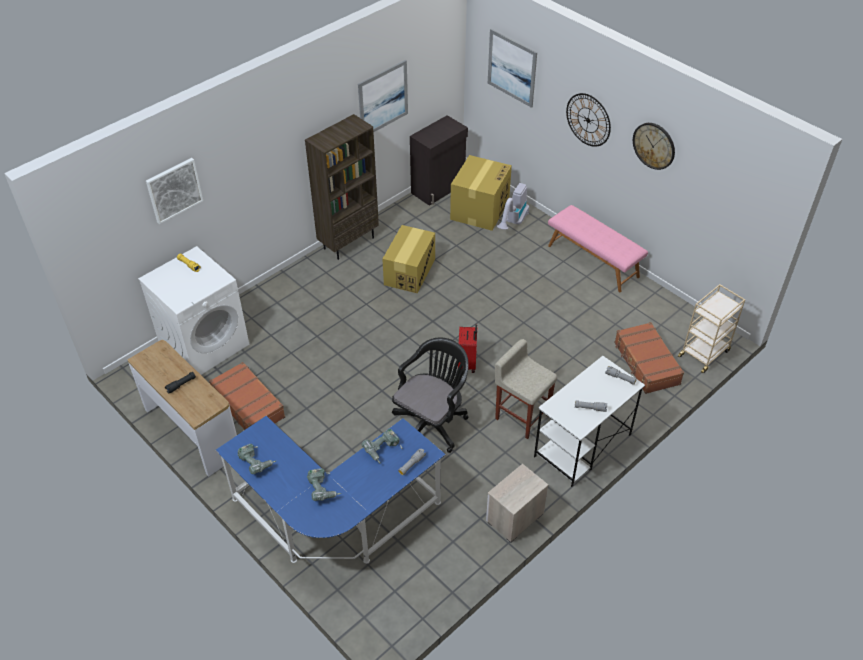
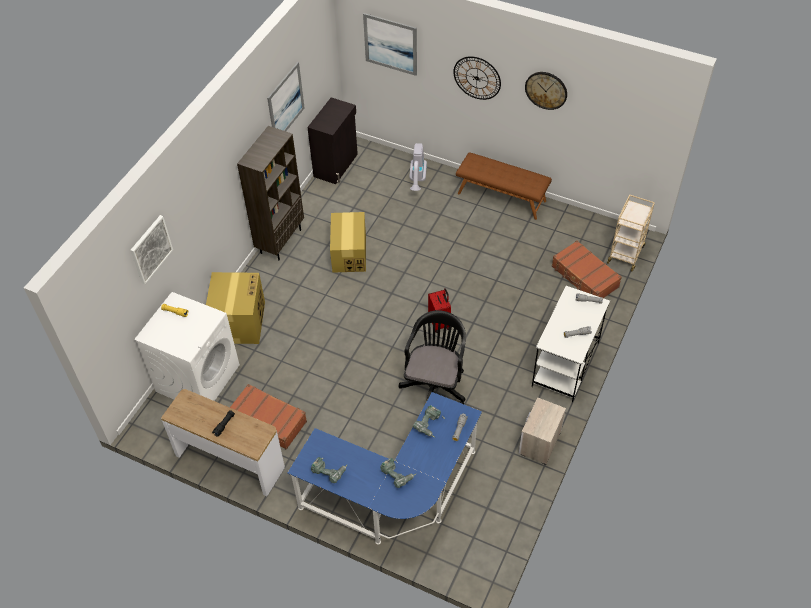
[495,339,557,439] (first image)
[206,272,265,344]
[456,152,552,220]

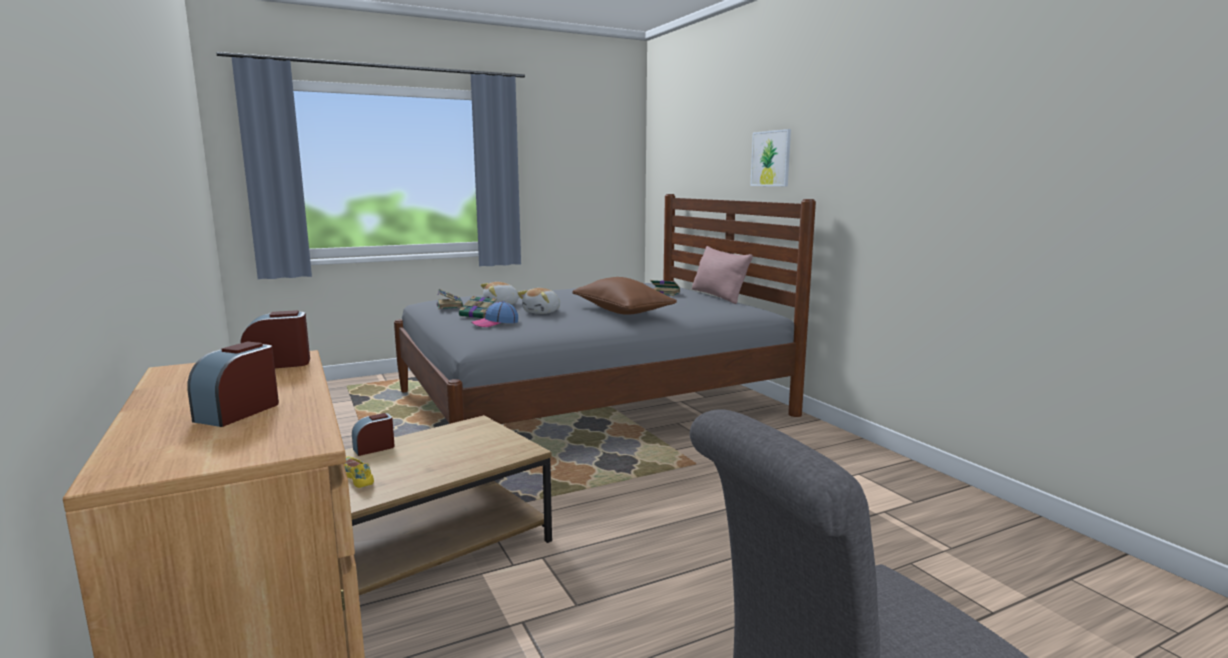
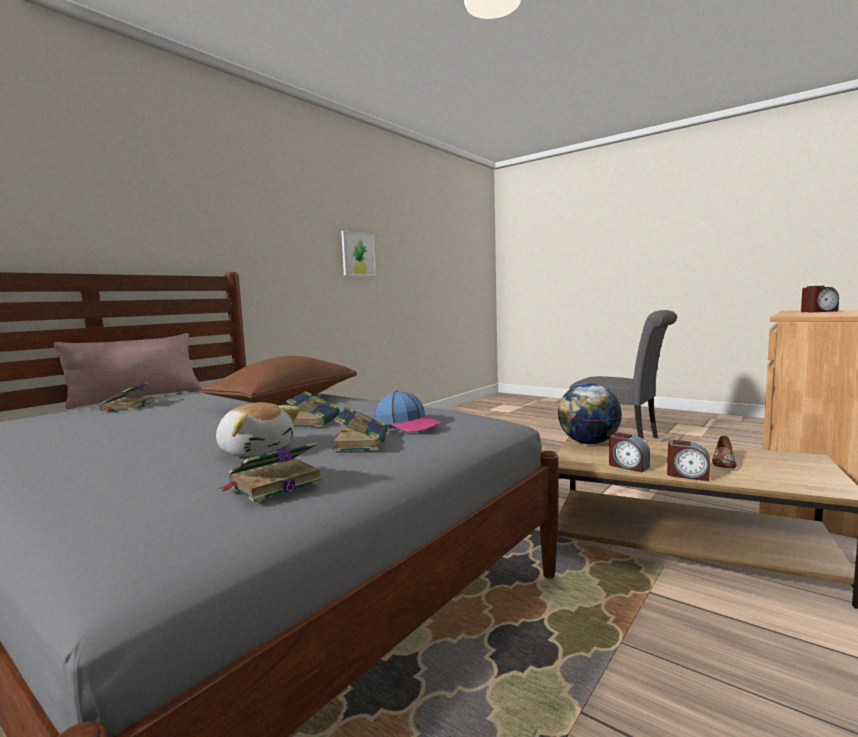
[558,383,622,444]
[609,433,650,472]
[341,231,376,276]
[286,391,340,427]
[712,435,737,469]

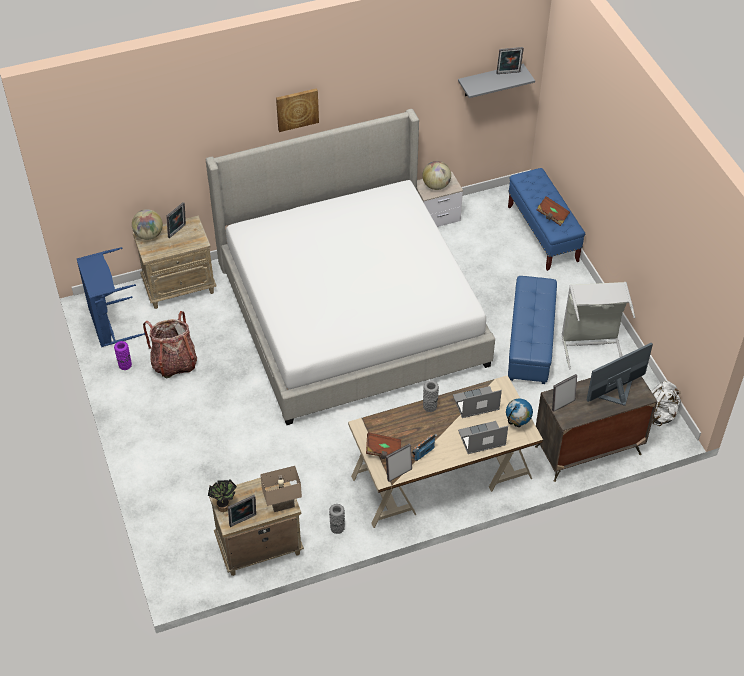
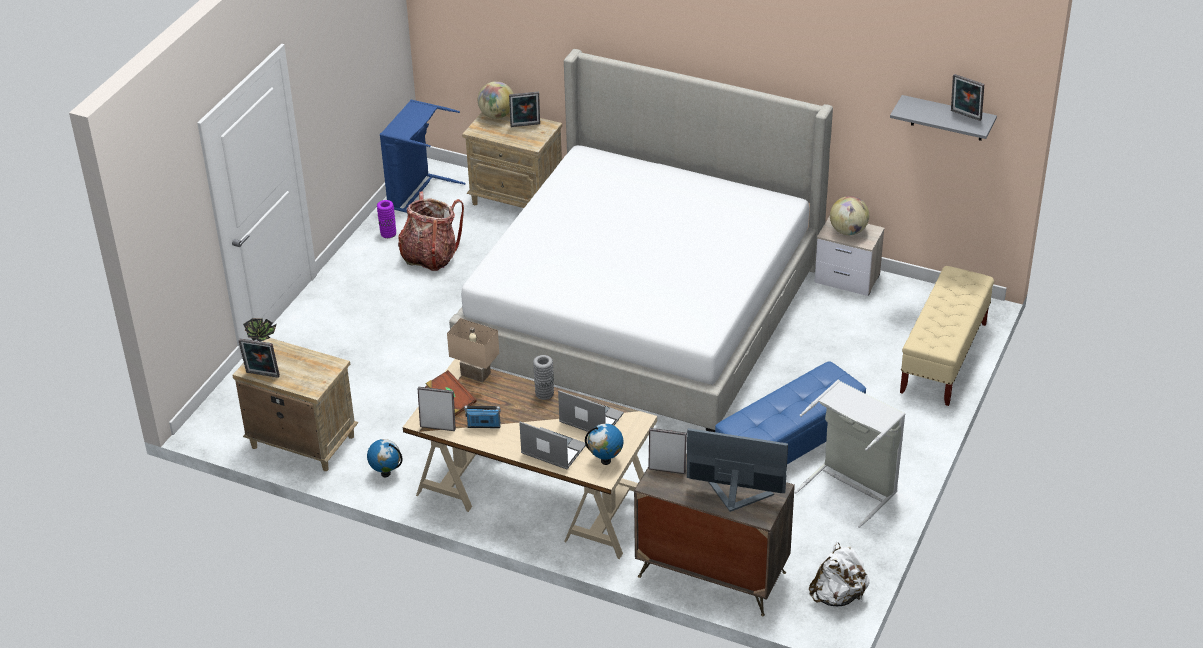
[276,88,319,132] (first image)
[537,196,570,226] (first image)
[447,318,499,383]
[367,439,403,478]
[900,266,994,406]

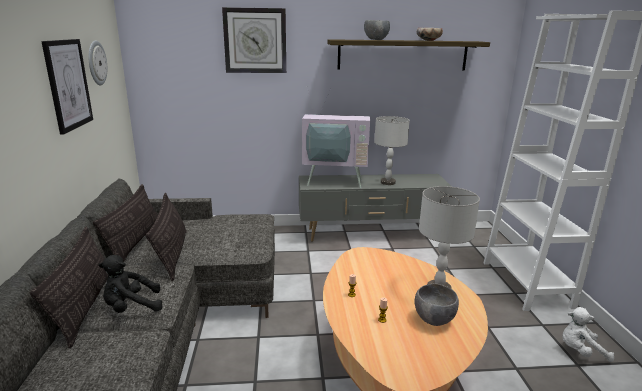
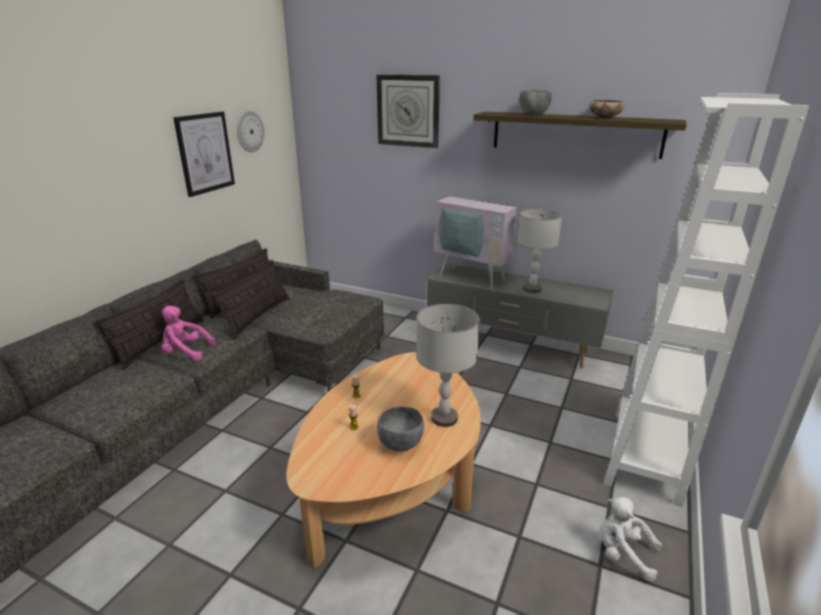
[161,306,216,361]

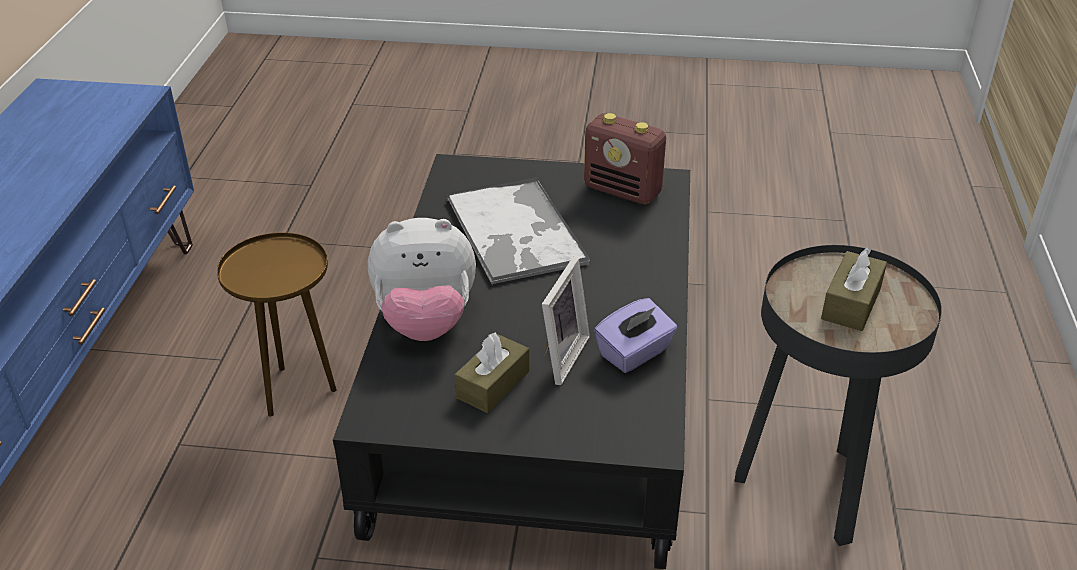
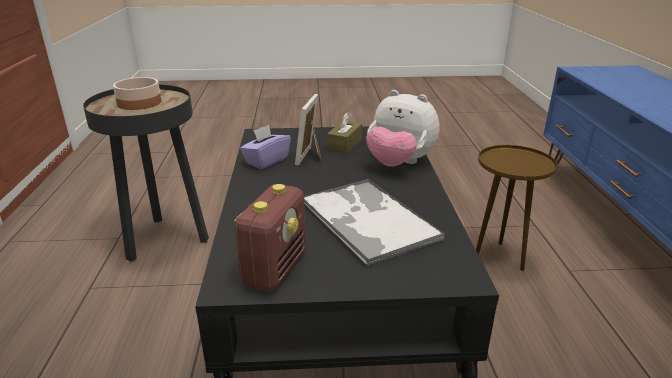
[113,77,161,110]
[366,90,439,167]
[234,184,306,291]

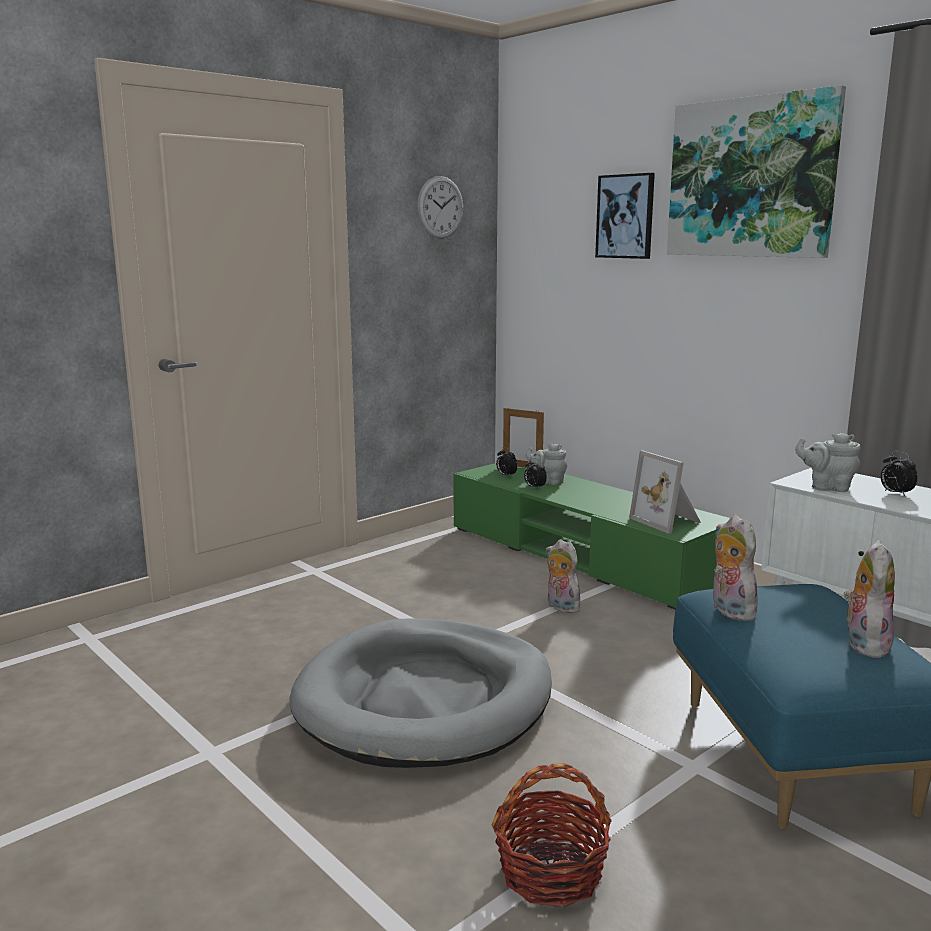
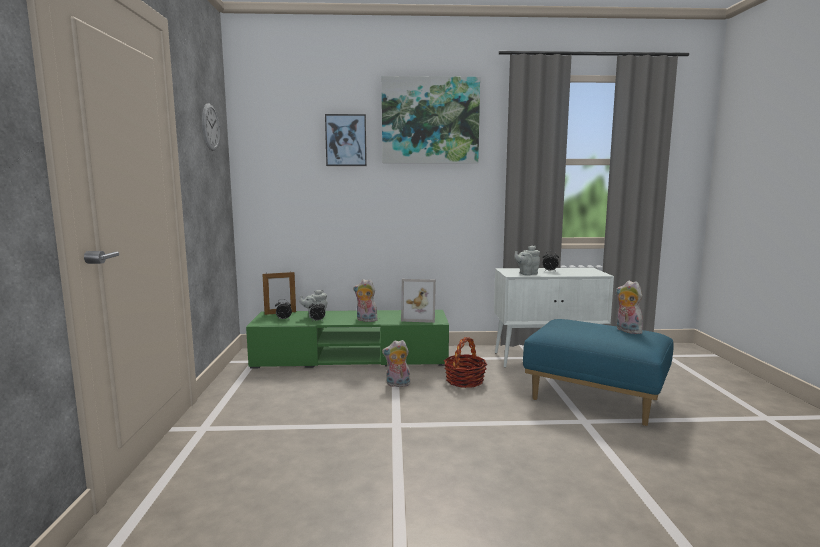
[290,618,552,768] (first image)
[444,337,487,388]
[353,279,378,322]

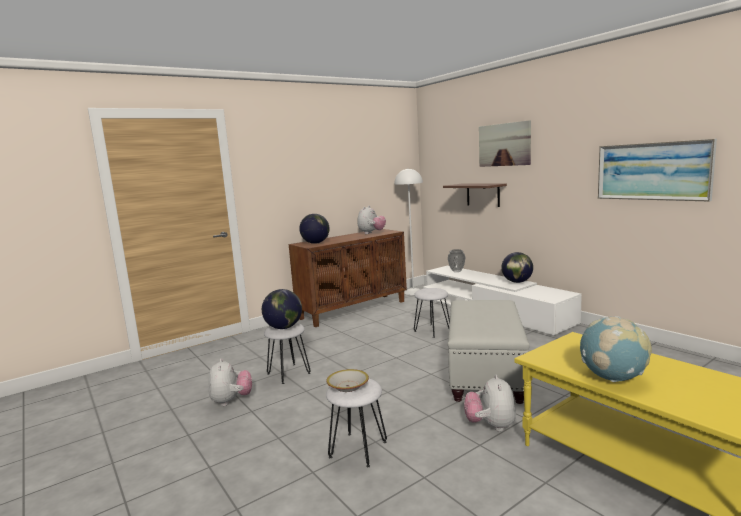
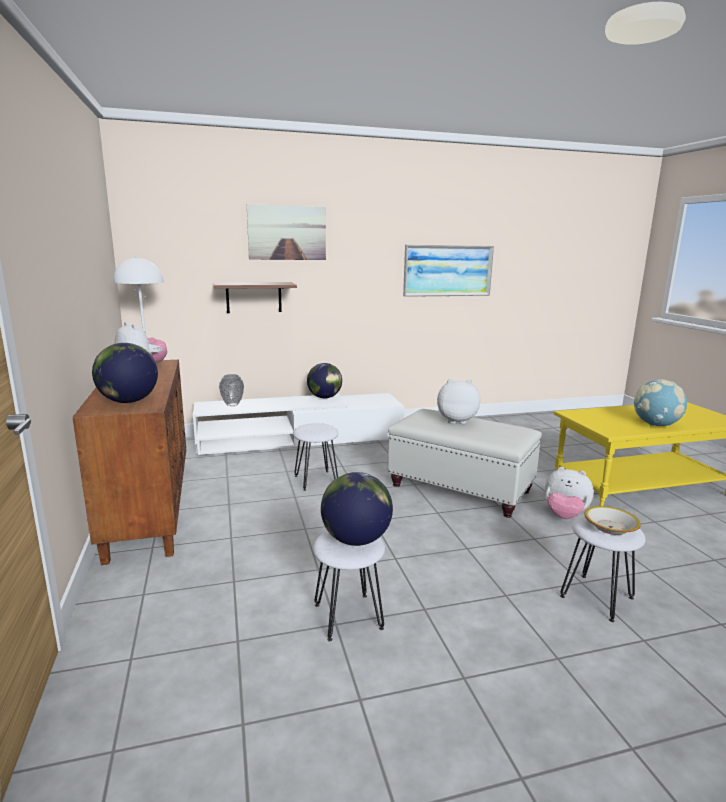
[437,379,480,424]

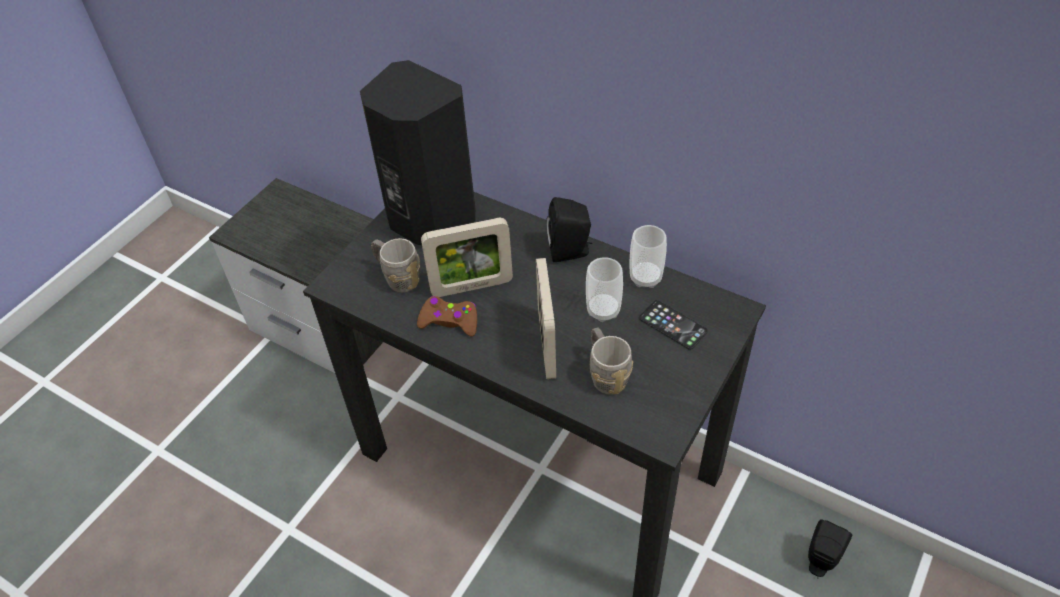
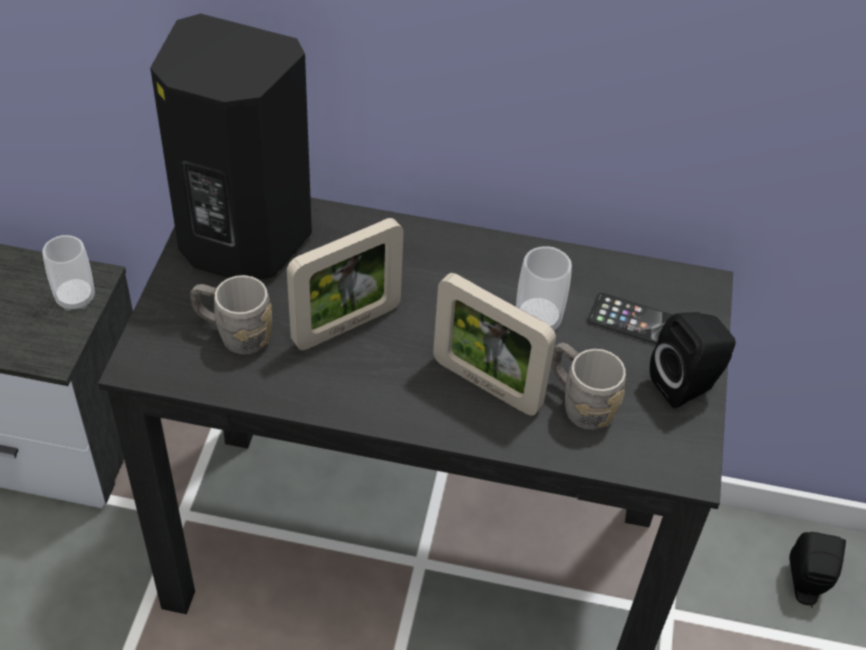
[417,296,477,336] (first image)
[650,312,736,409]
[42,235,95,311]
[433,273,556,416]

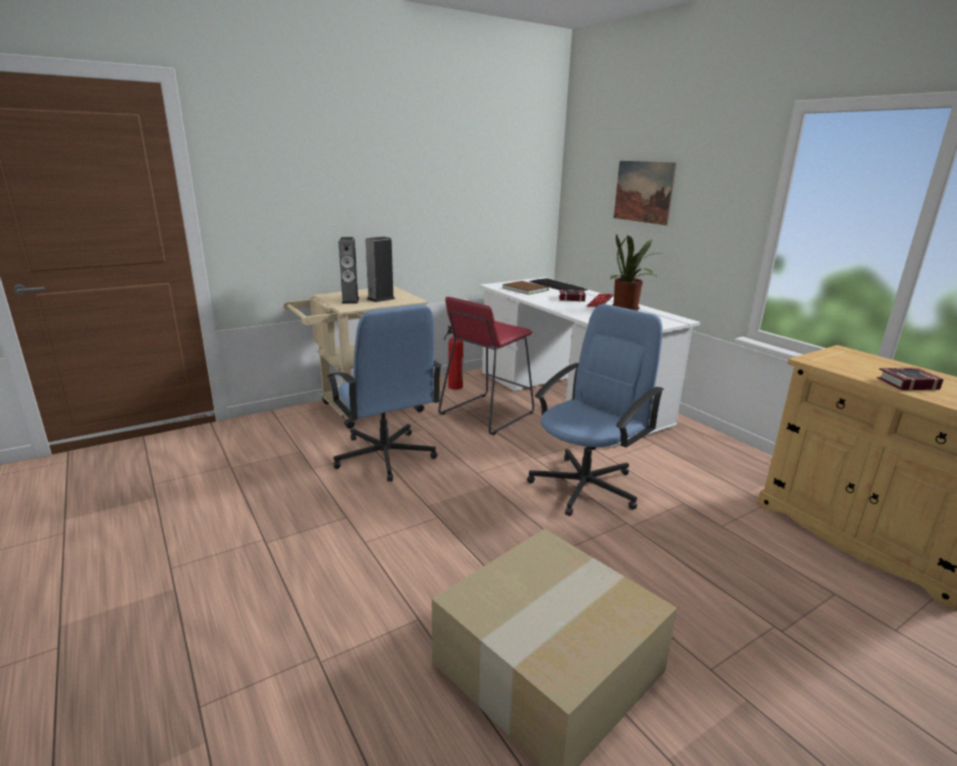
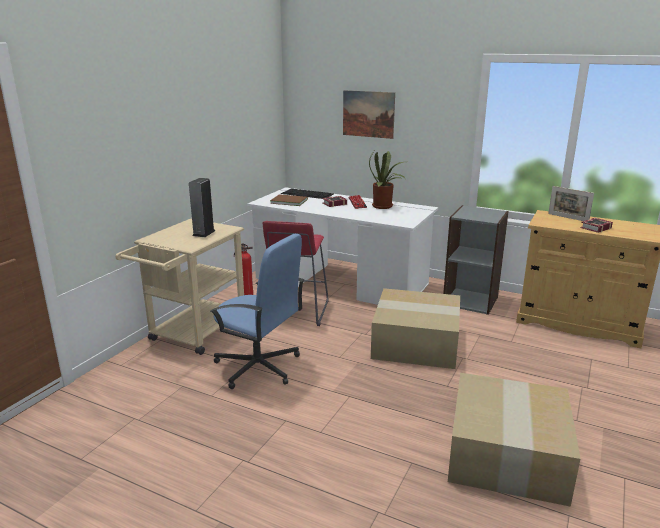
[339,237,359,304] (first image)
[443,205,509,315]
[548,186,594,221]
[371,288,460,369]

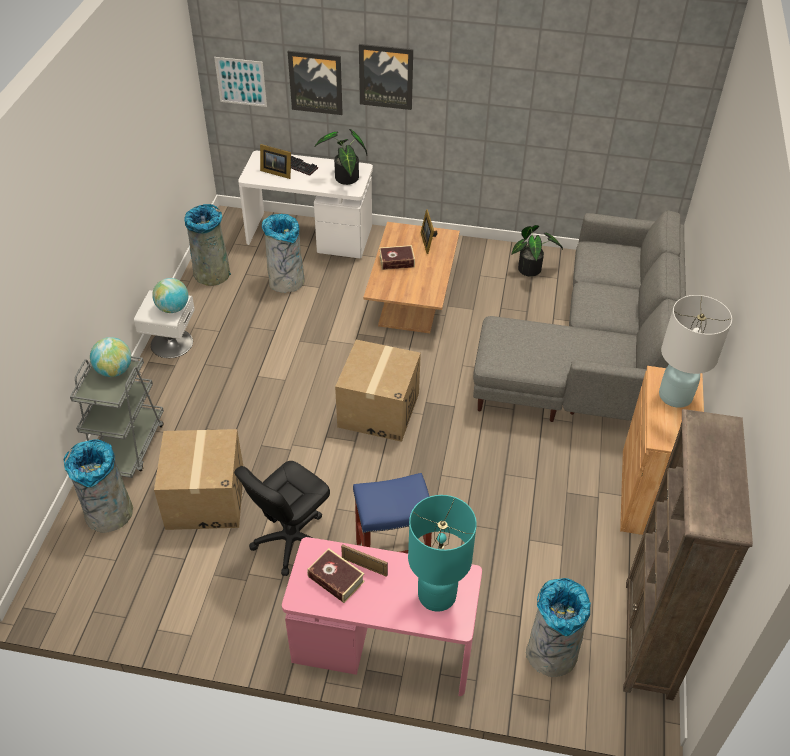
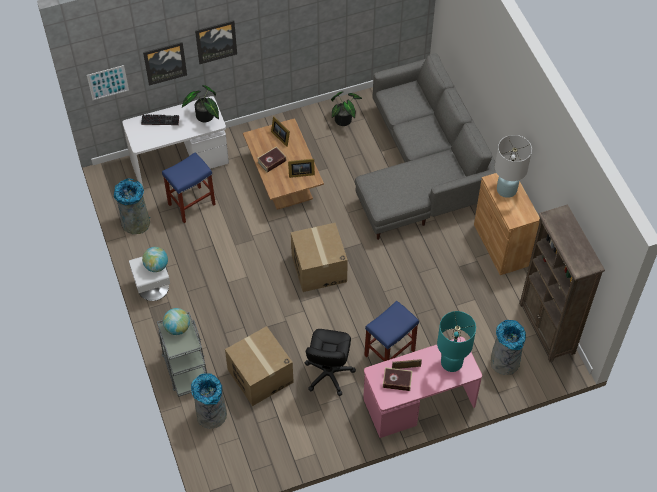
[288,159,315,178]
[162,152,216,223]

